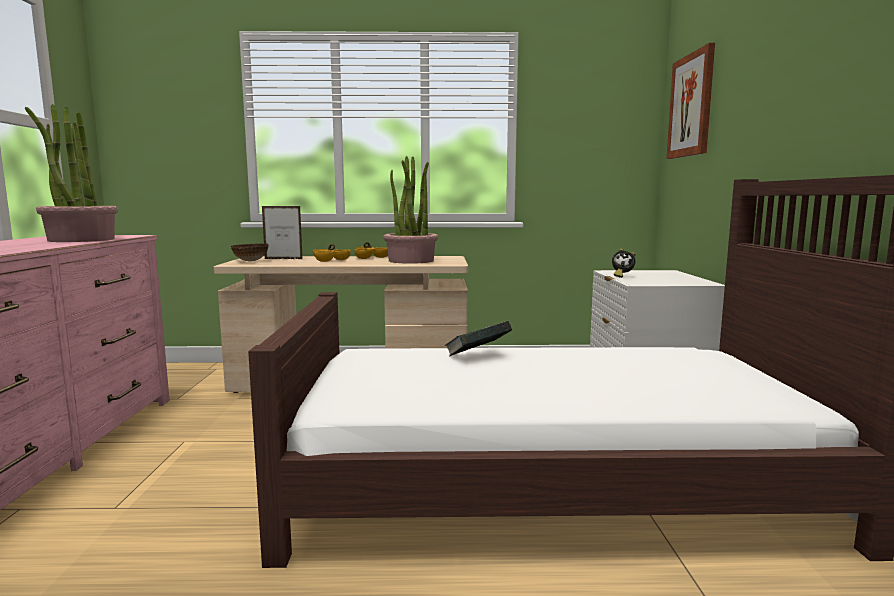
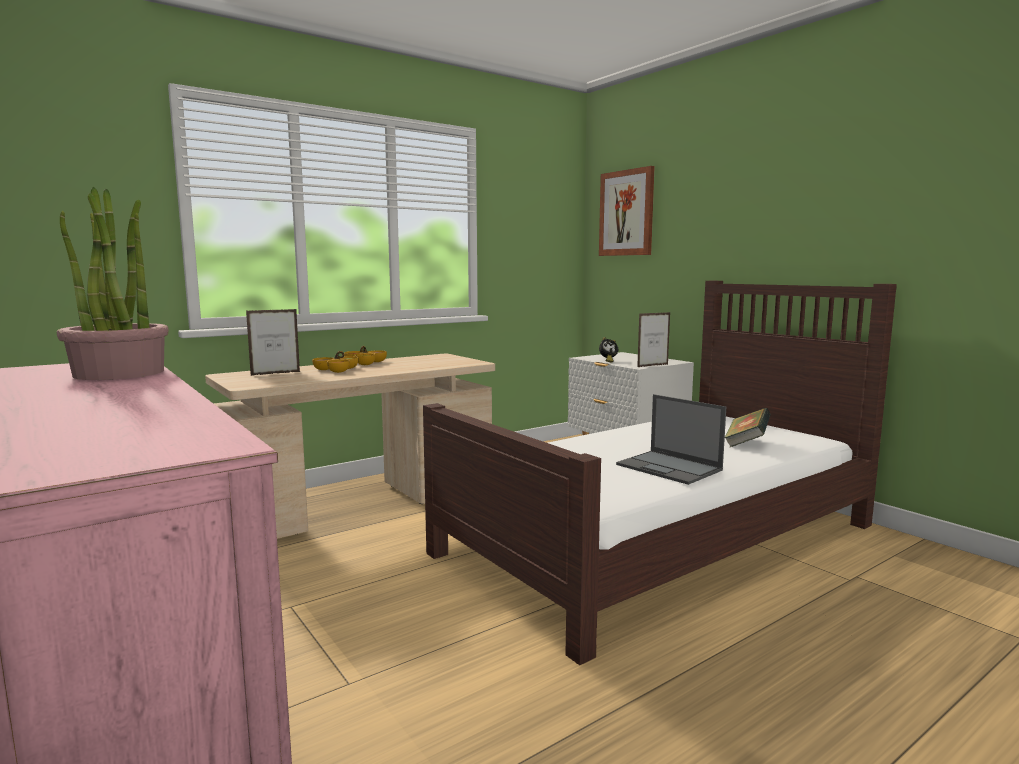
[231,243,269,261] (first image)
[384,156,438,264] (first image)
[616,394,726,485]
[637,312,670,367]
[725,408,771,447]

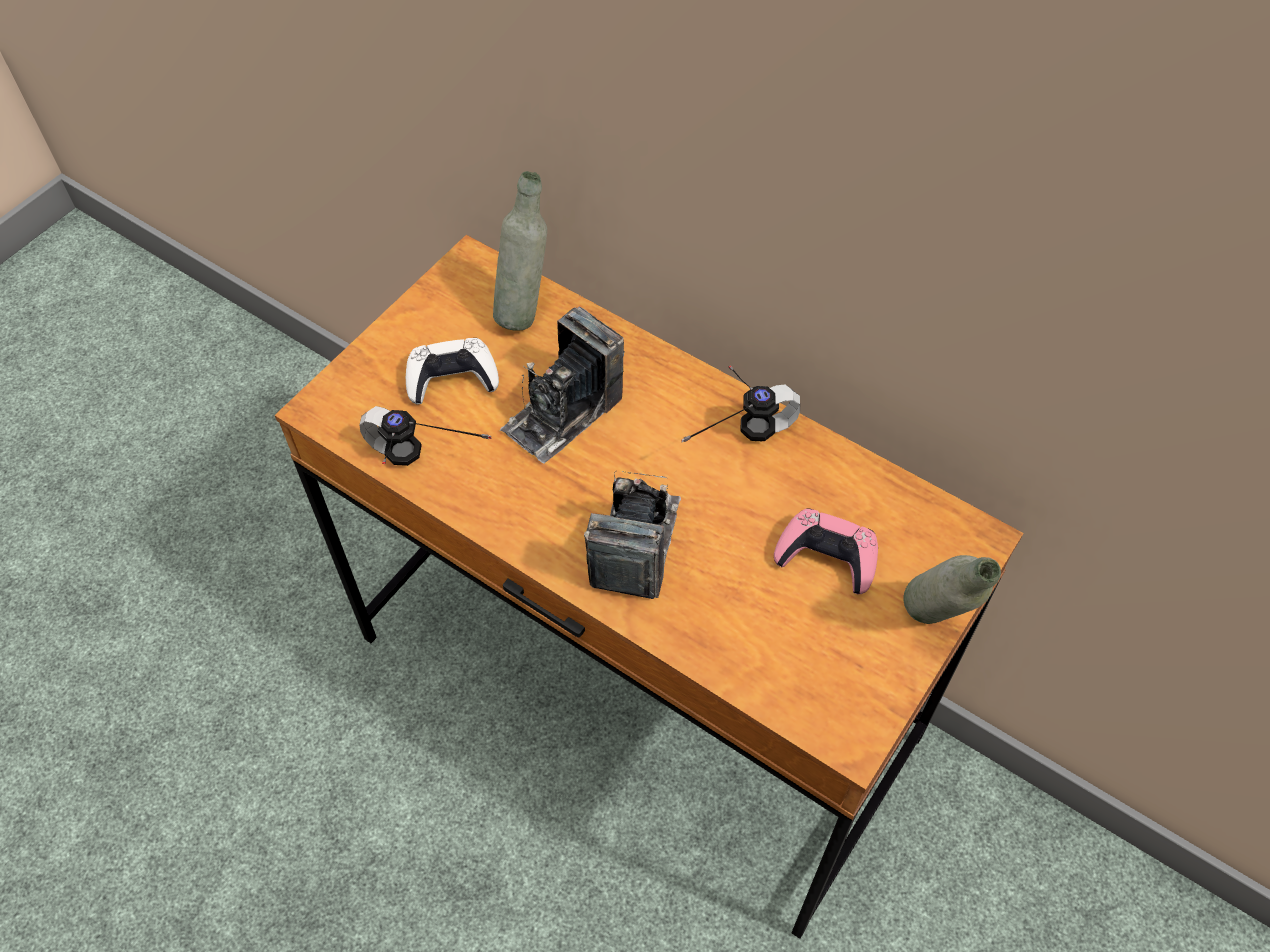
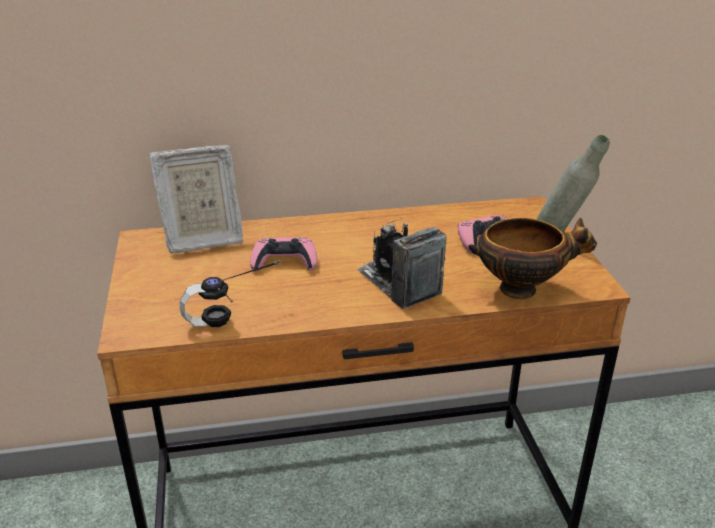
[406,338,499,404] (first image)
[681,365,800,442] (first image)
[469,218,597,299]
[149,145,244,253]
[250,237,317,271]

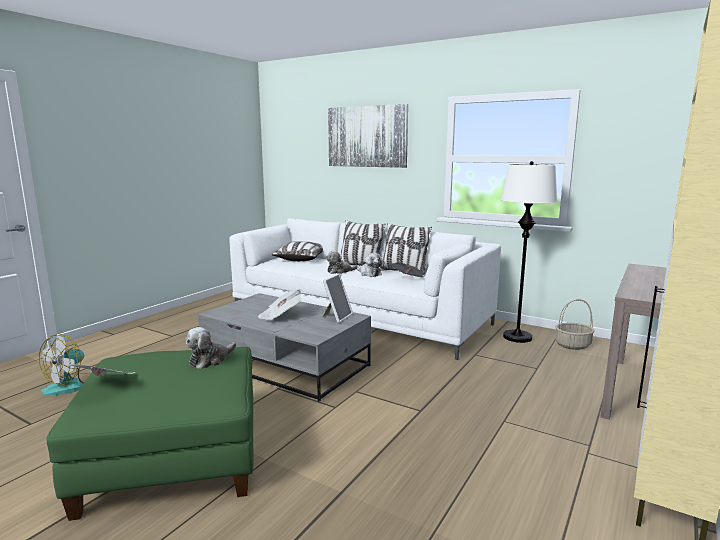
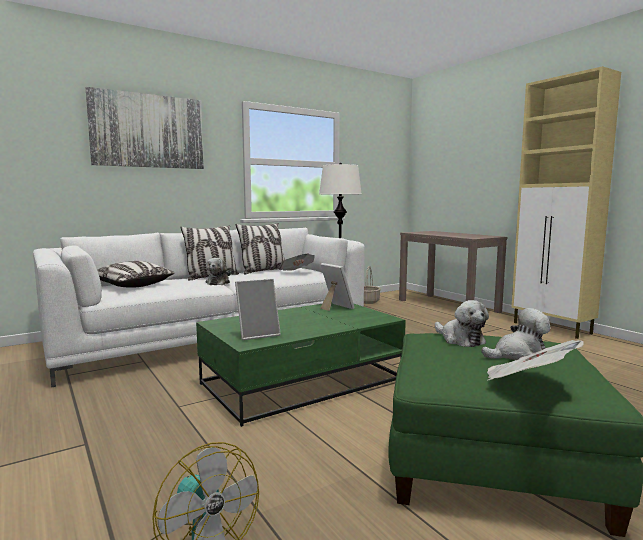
[258,289,303,321] (first image)
[235,278,281,340]
[481,308,551,360]
[196,303,406,427]

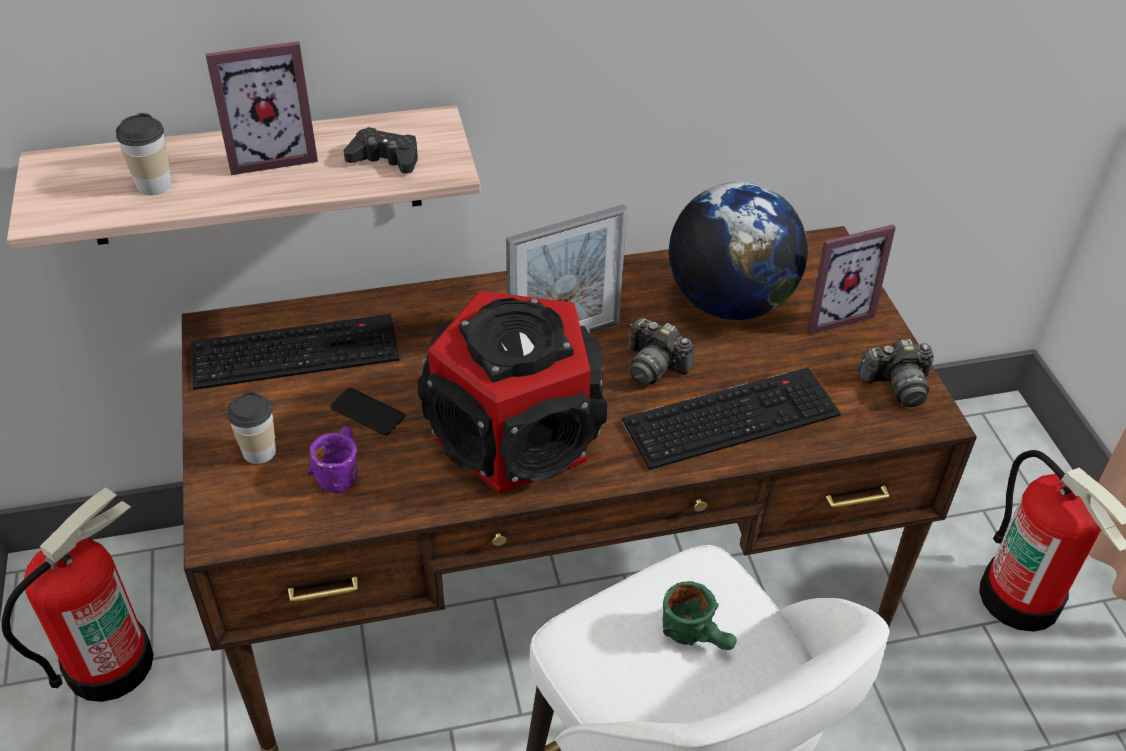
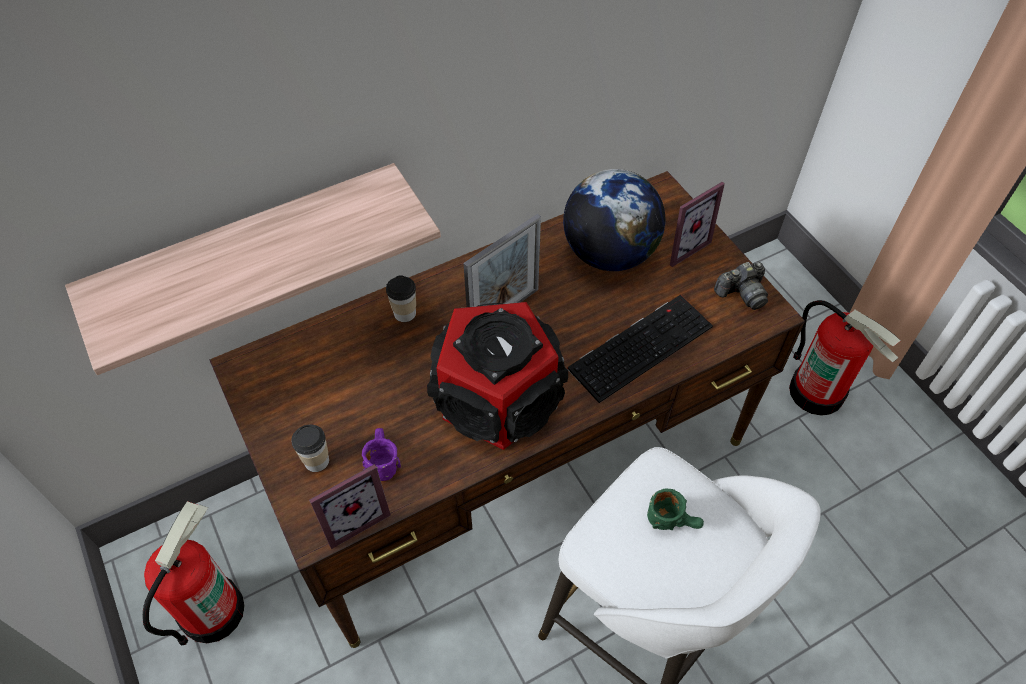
[191,314,400,390] (first image)
[330,388,405,435] (first image)
[344,127,418,174] (first image)
[629,318,694,386] (first image)
[386,276,416,322]
[309,464,391,549]

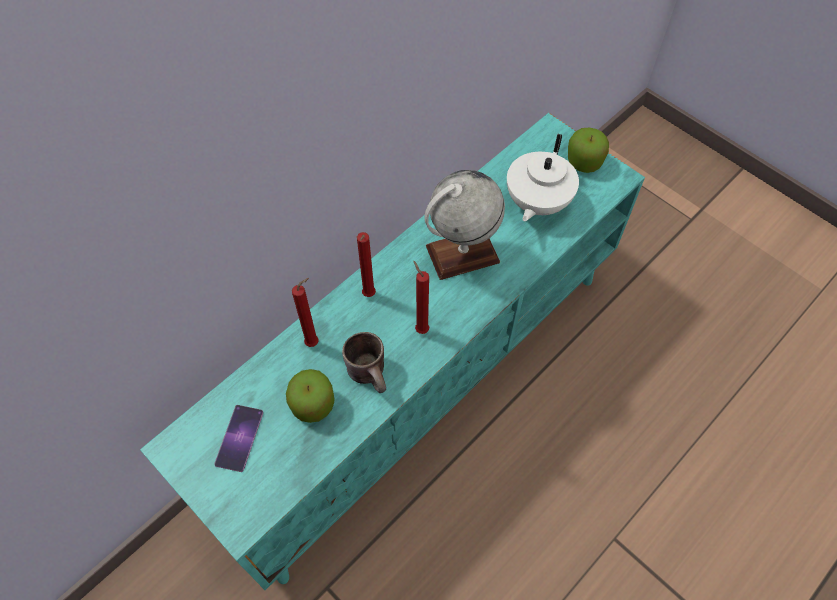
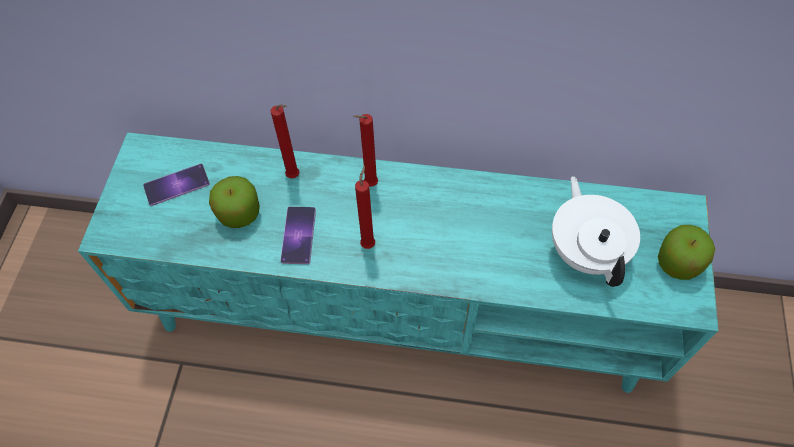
[424,170,505,280] (first image)
[280,207,316,264]
[552,176,640,287]

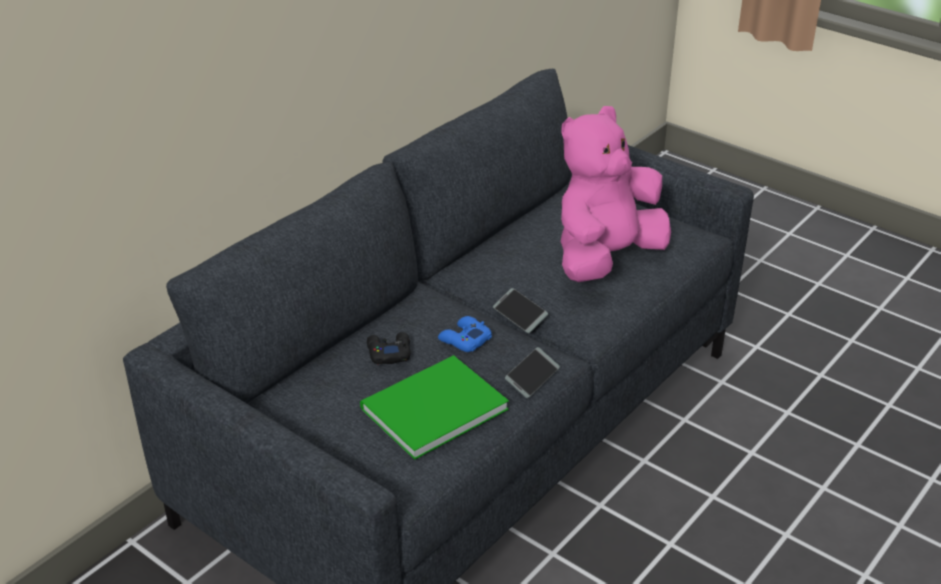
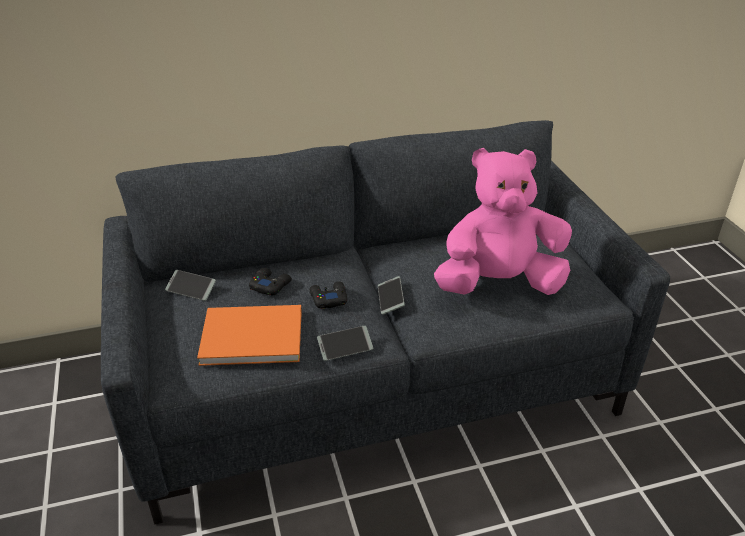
[165,270,216,301]
[197,305,302,366]
[310,281,347,309]

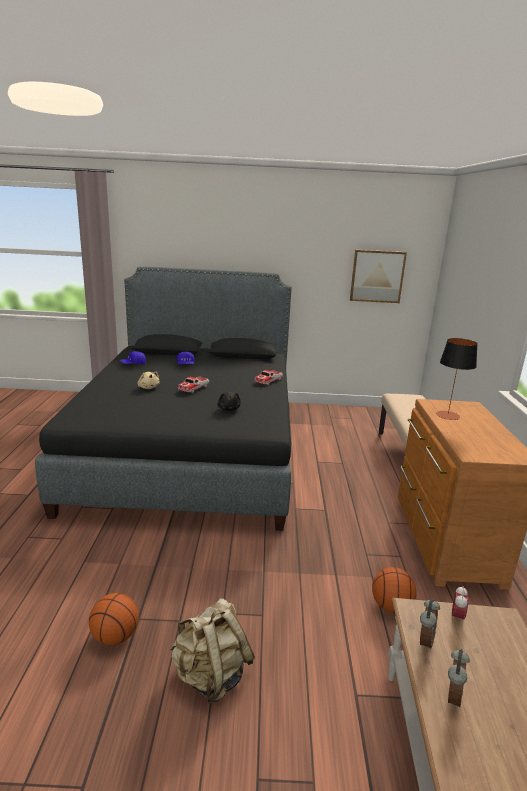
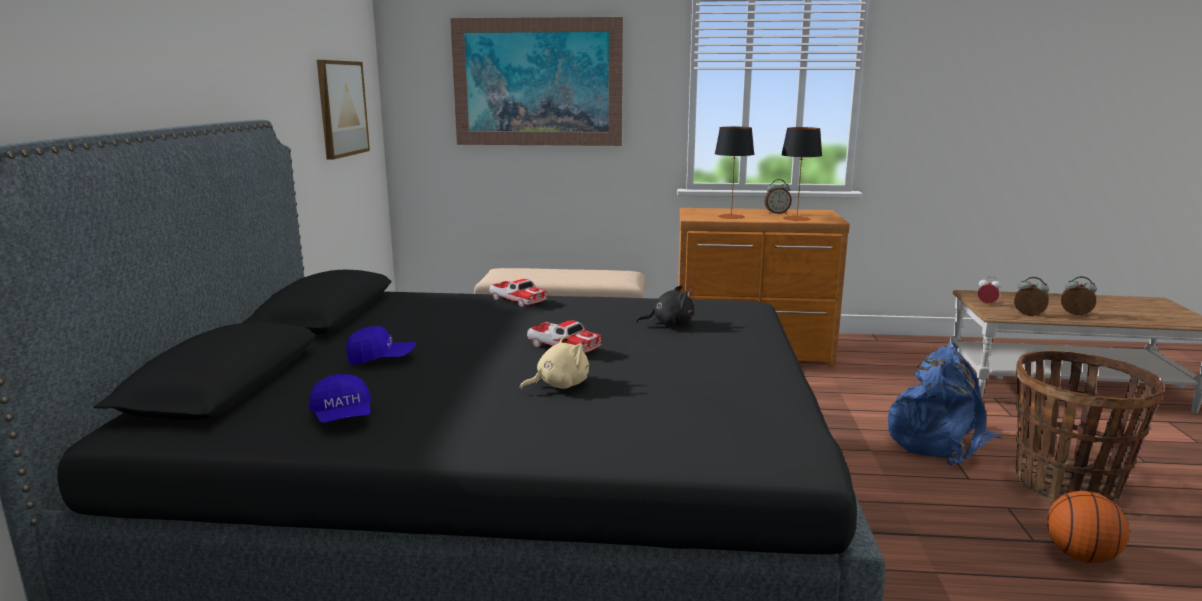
[372,567,417,613] (first image)
[450,17,623,146]
[765,179,792,214]
[781,127,822,221]
[888,342,1002,466]
[1015,350,1164,502]

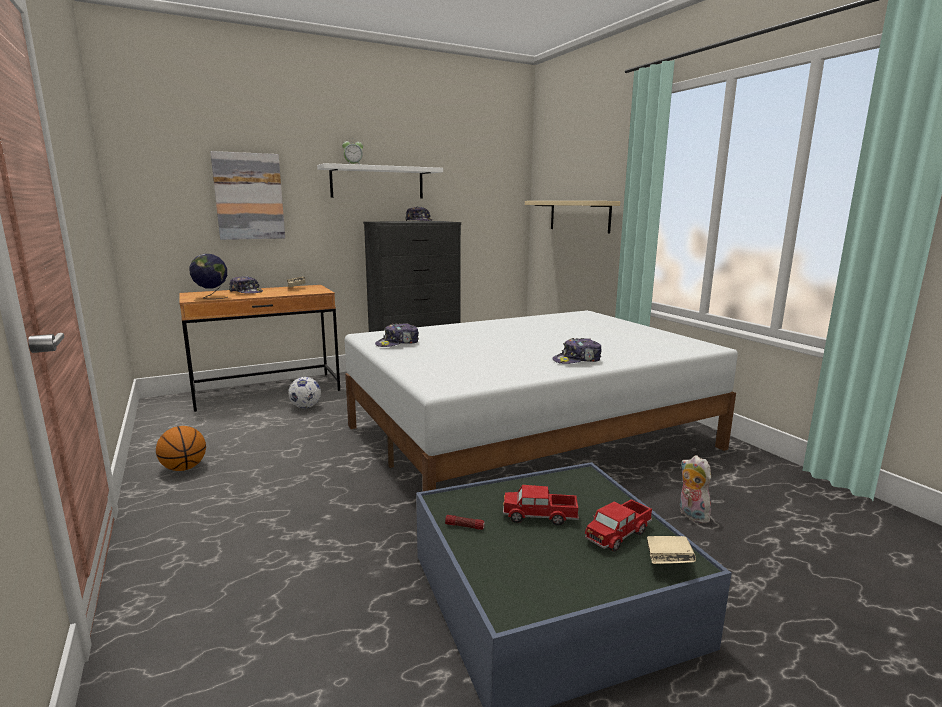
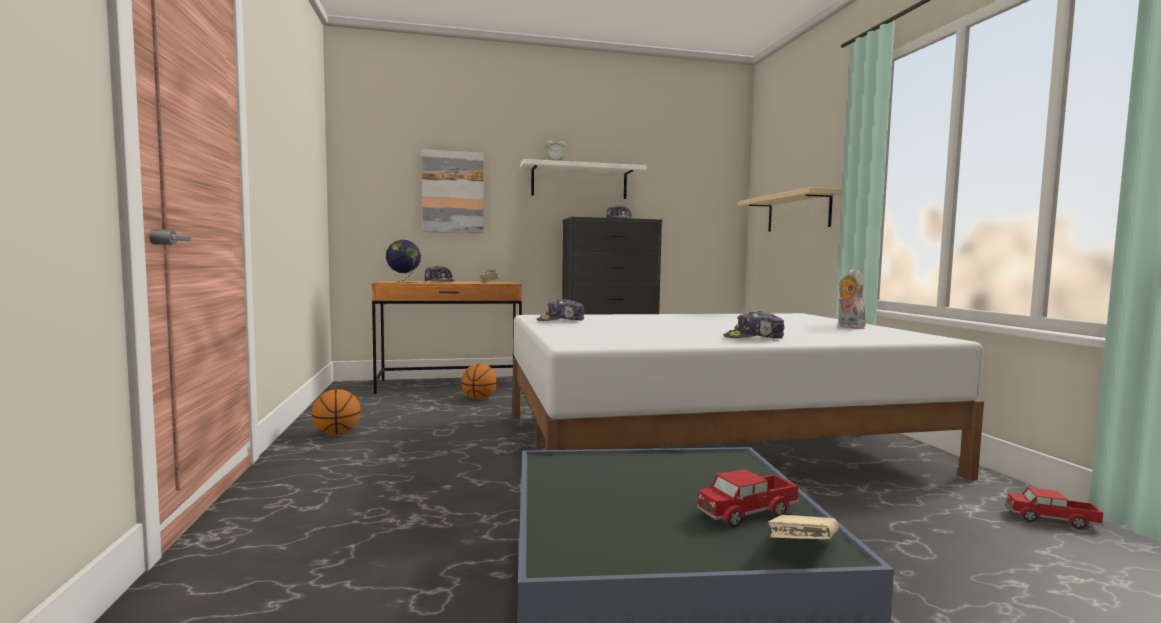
[445,515,485,530] (first image)
[1006,487,1104,529]
[839,269,868,329]
[461,363,497,400]

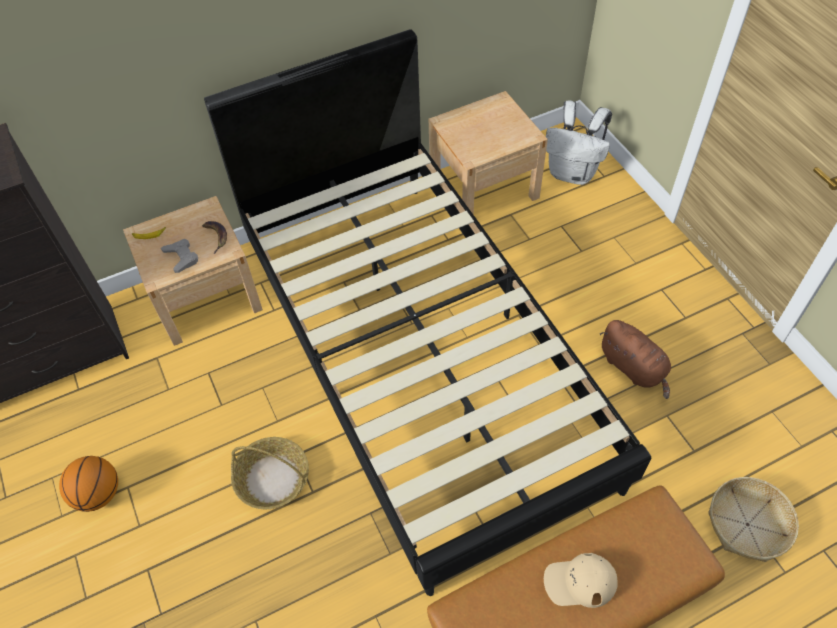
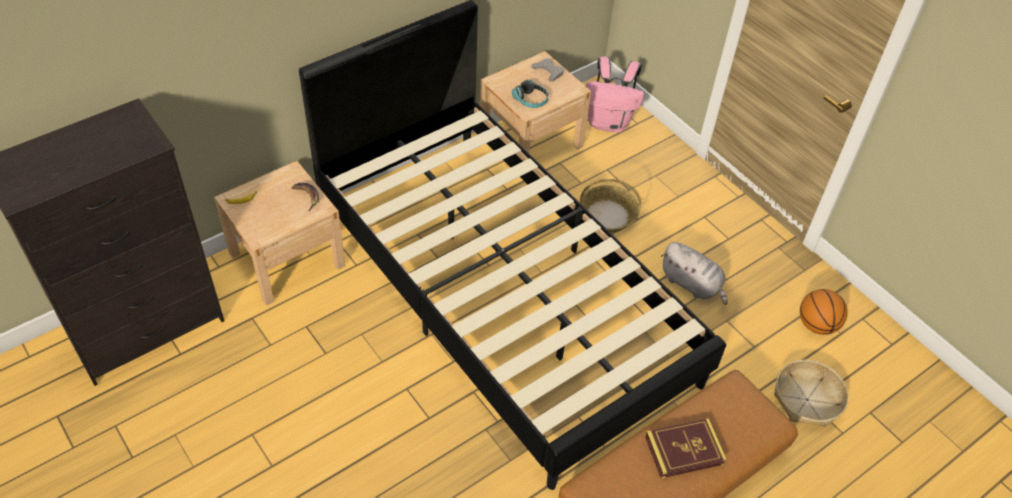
[512,79,548,108]
[800,289,848,335]
[531,58,564,82]
[579,179,641,232]
[645,418,727,479]
[586,57,644,132]
[661,242,728,305]

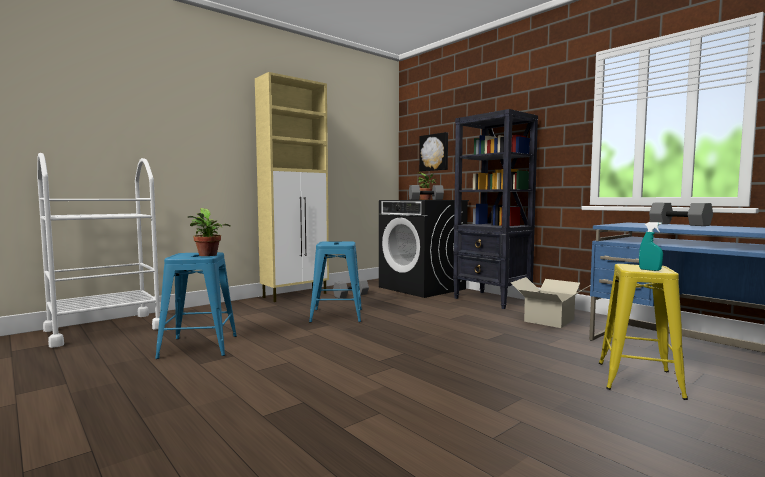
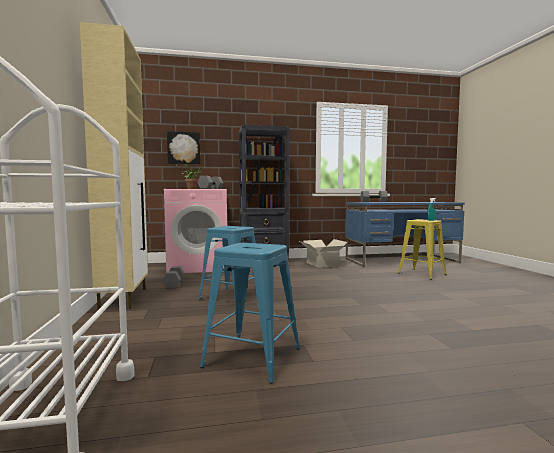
[187,208,231,256] (first image)
[164,189,227,273]

